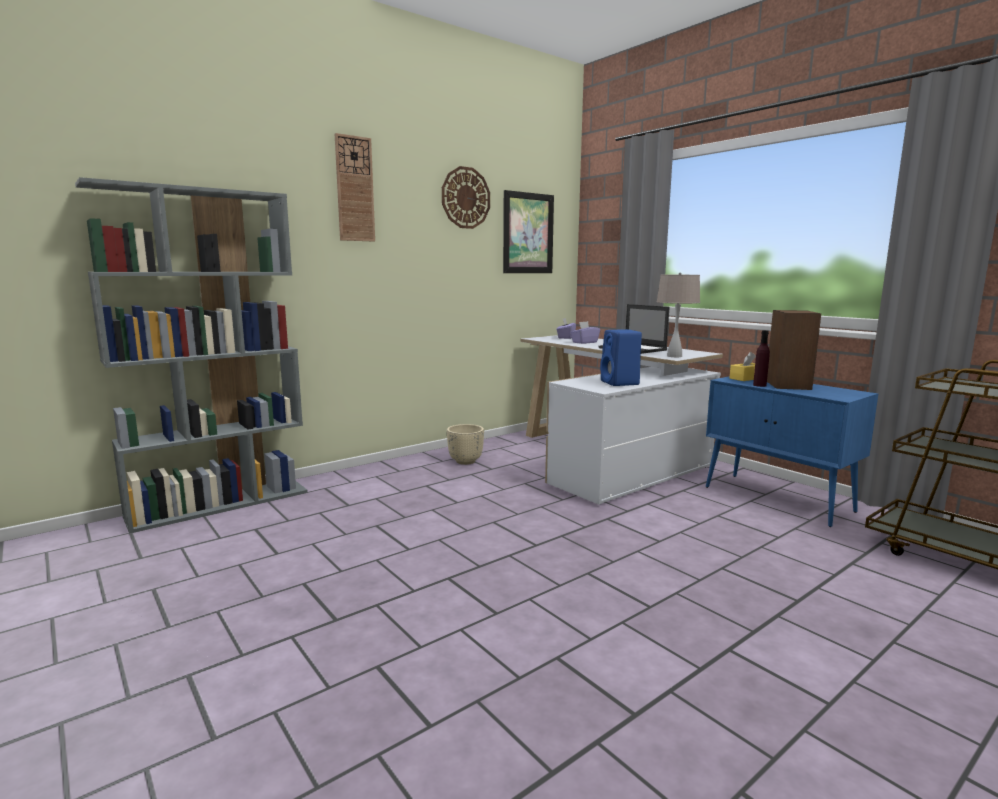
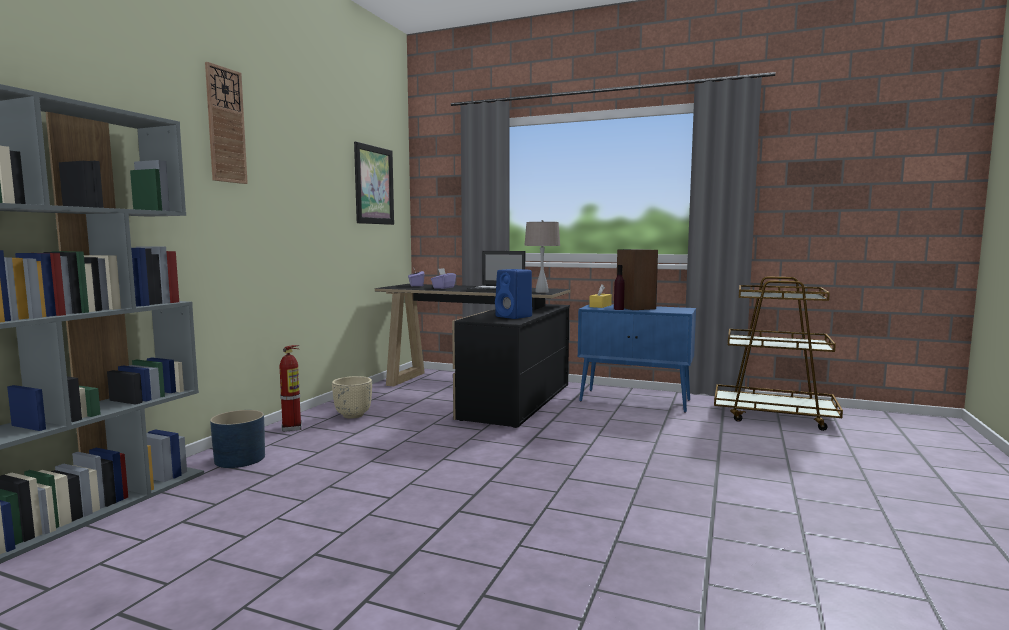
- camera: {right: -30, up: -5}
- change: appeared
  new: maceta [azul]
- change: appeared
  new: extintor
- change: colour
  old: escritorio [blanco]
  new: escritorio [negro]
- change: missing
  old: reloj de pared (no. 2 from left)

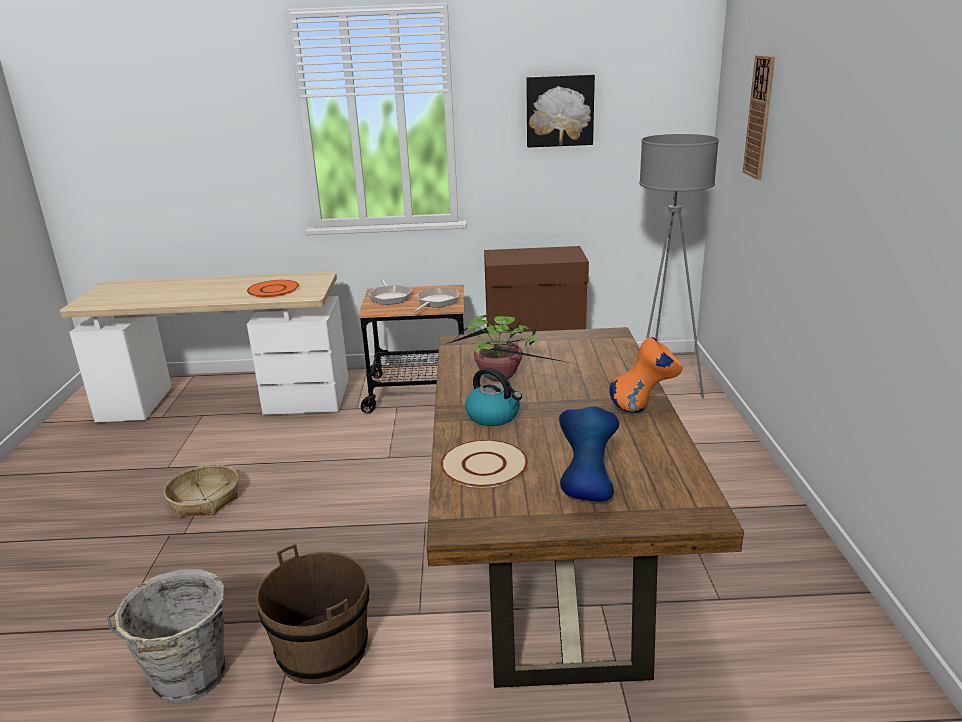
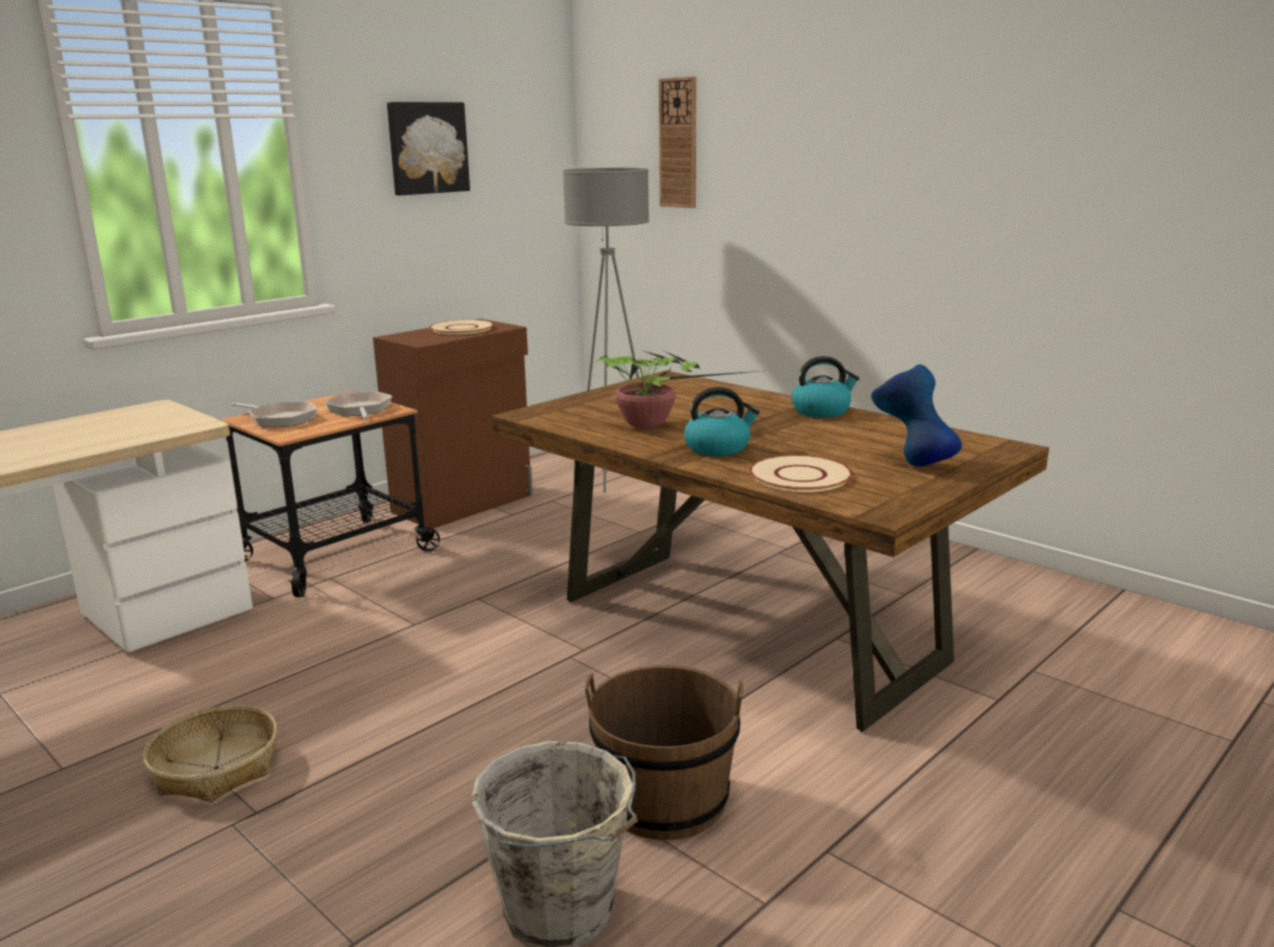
- camera: {right: -45, up: -5}
- change: appeared
  new: plato [beis] (no. 1 from left)
- change: exchanged
  old: florero [naranja]
  new: hervidor (no. 2 from left)
- change: missing
  old: plato [naranja]

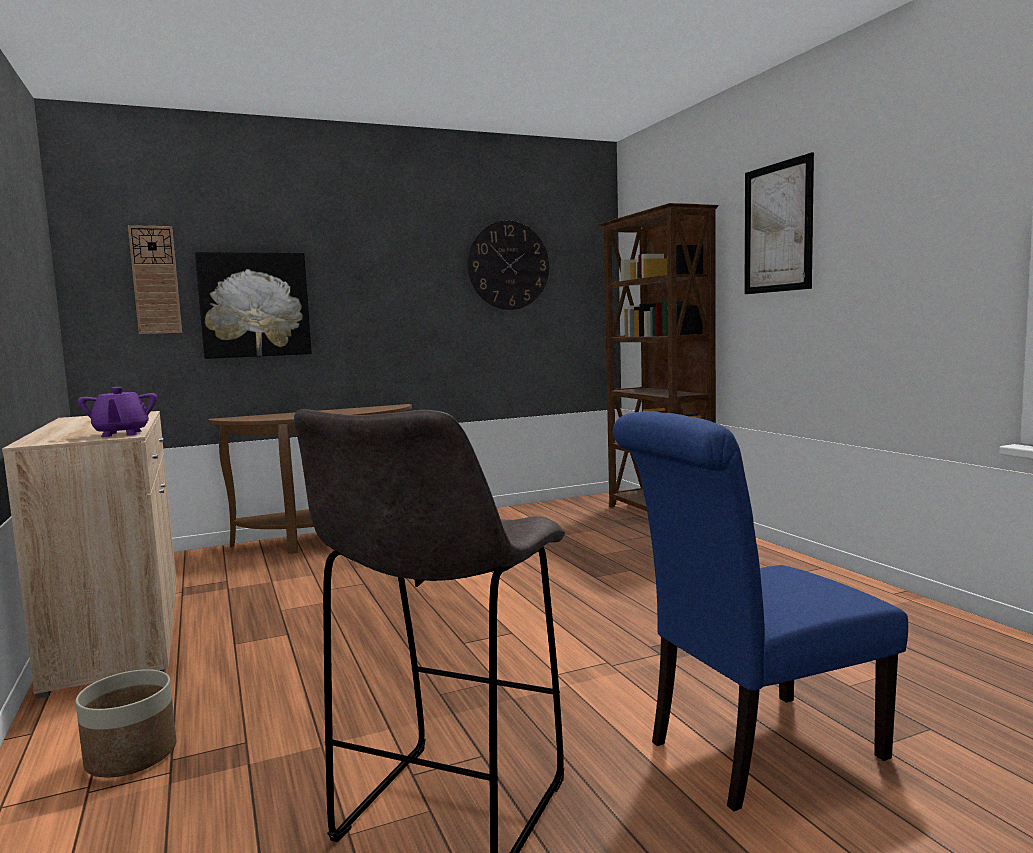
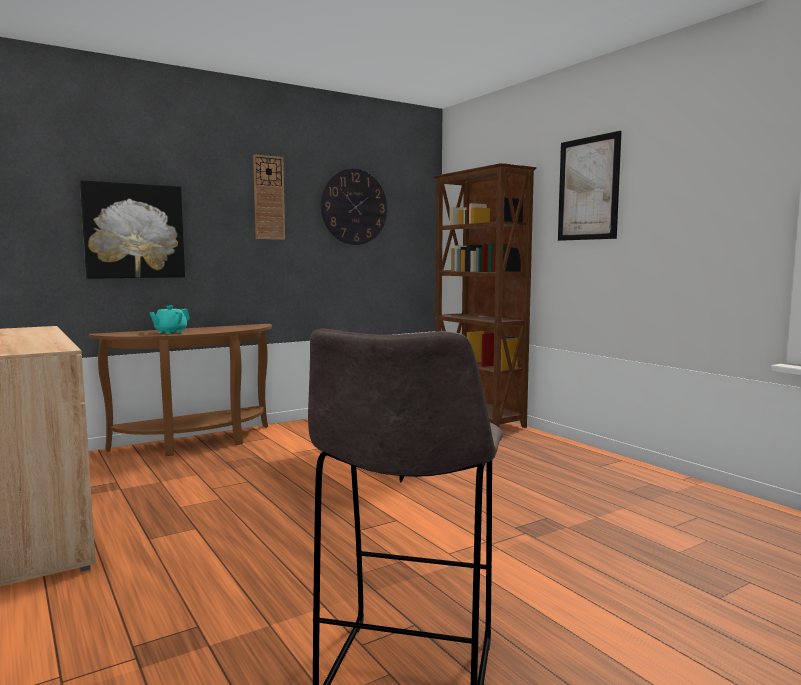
- camera: {right: -10, up: 0}
- change: appeared
  new: tetera [turquesa]
- change: relocated
  old: reloj de pared (no. 1 from left)
- change: missing
  old: maceta
- change: missing
  old: tetera [morado]
- change: missing
  old: silla [azul]

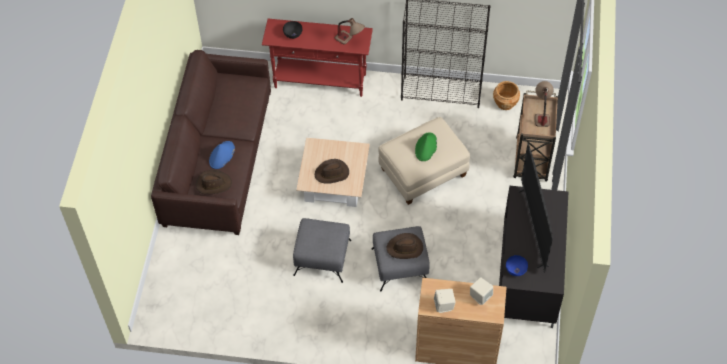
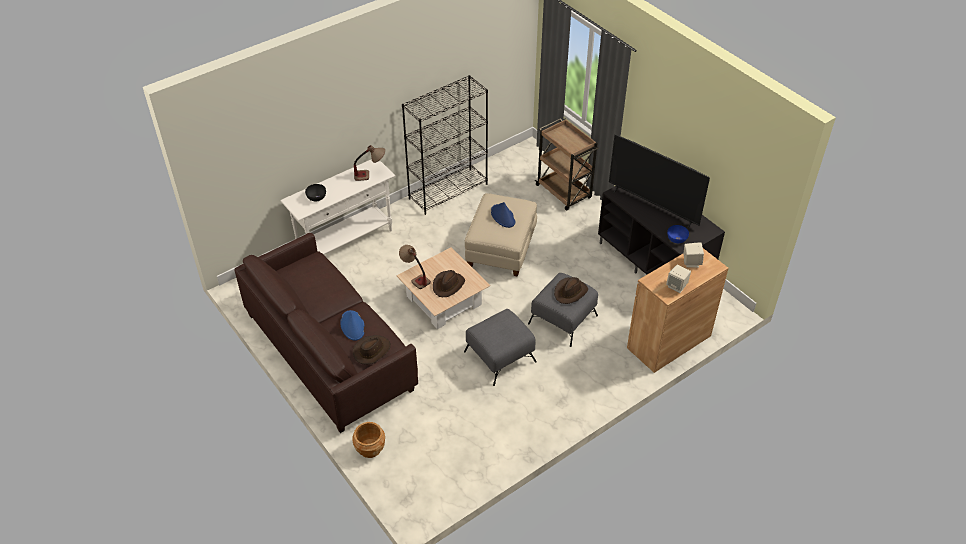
- camera: {right: -45, up: -10}
- change: colour
  old: mesa consola [rojo]
  new: mesa consola [blanco]
- change: relocated
  old: maceta [marrón]
- change: relocated
  old: lámpara de mesa (no. 2 from left)
- change: colour
  old: sombrero [verde]
  new: sombrero [azul] (no. 2 from left)

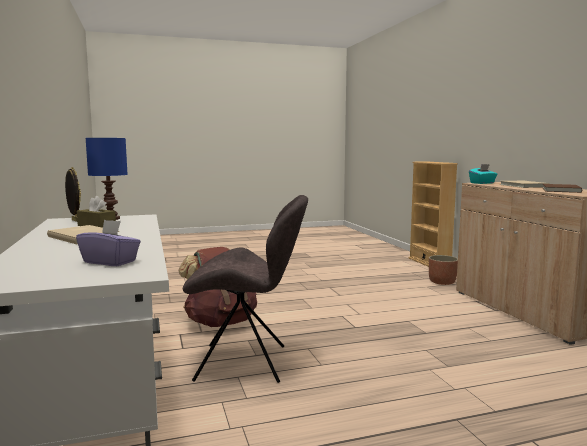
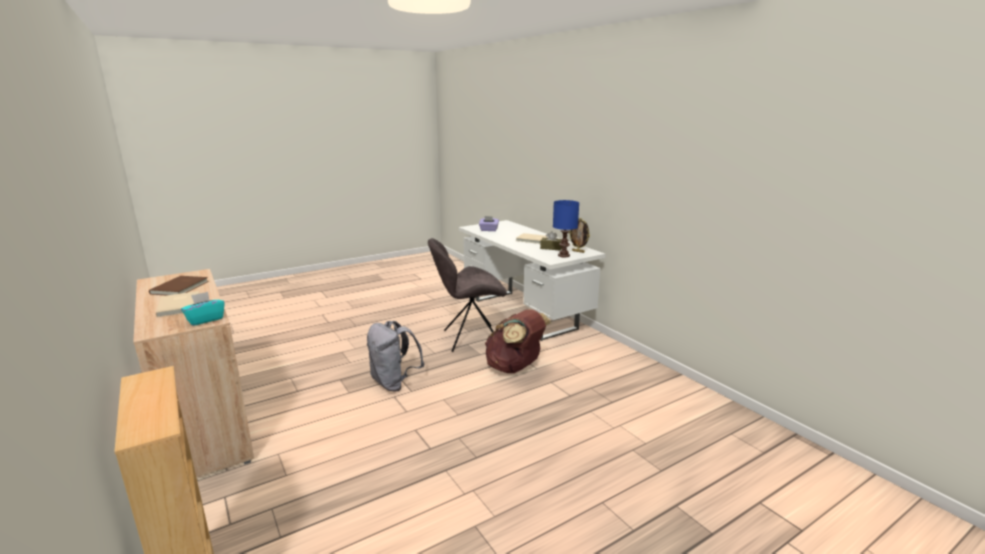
- camera: {right: 165, up: 10}
- change: appeared
  new: mochila [gris]
- change: missing
  old: maceta

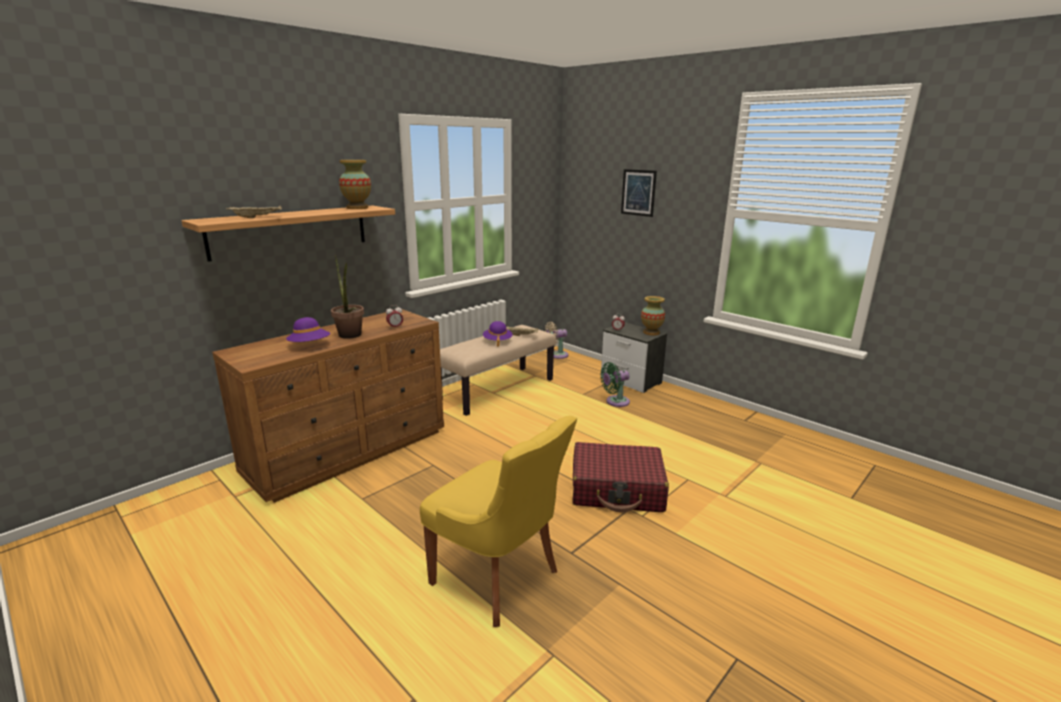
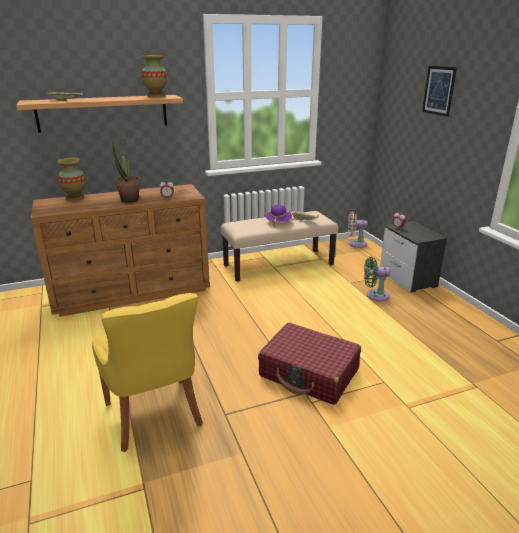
- camera: {right: 25, up: 5}
- change: relocated
  old: florero (no. 2 from left in the first image)
  new: florero (no. 1 from left)
- change: missing
  old: sombrero [morado] (no. 1 from left)

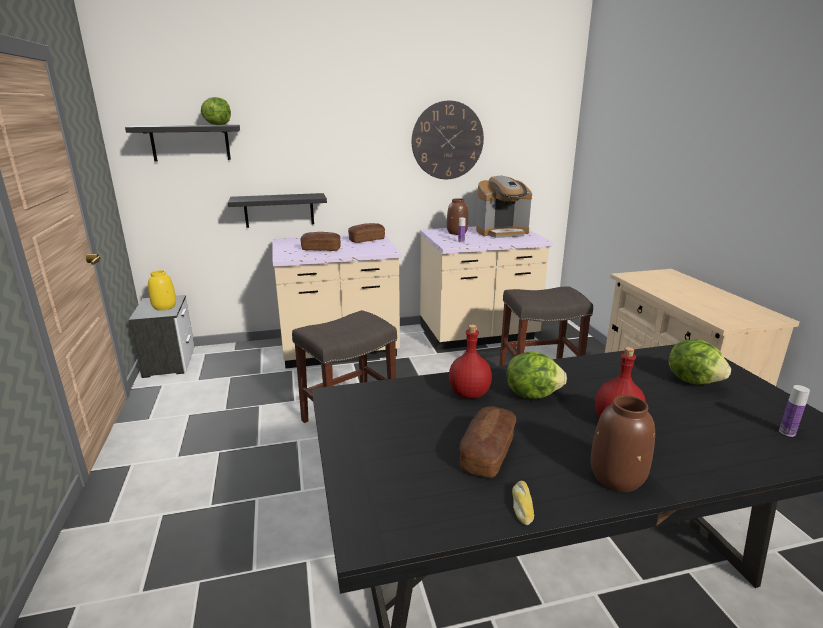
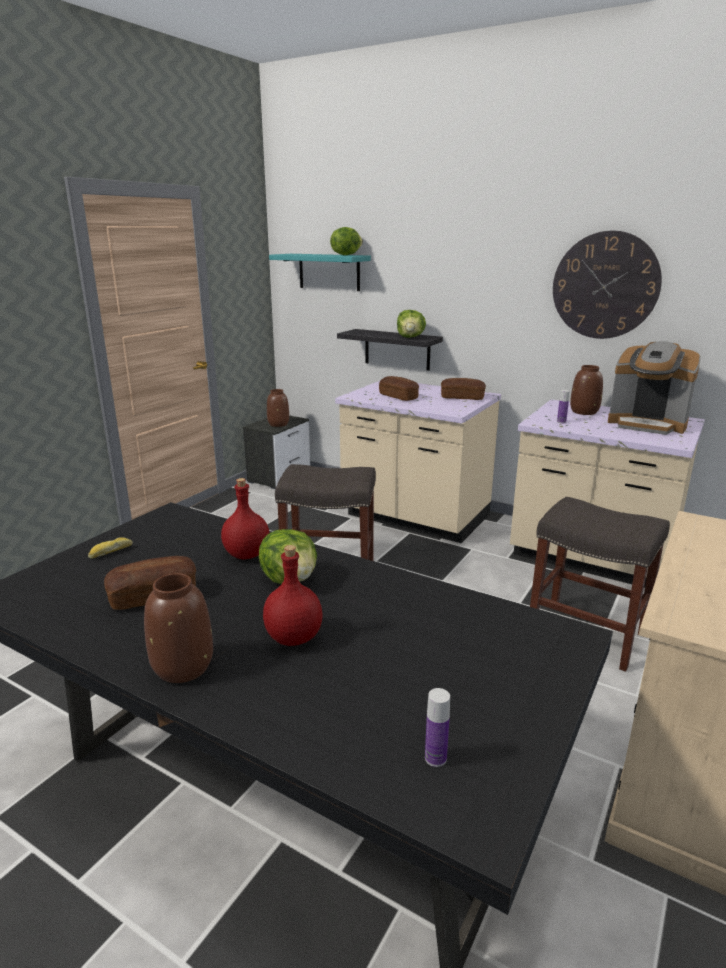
- camera: {right: 45, up: 0}
- change: relocated
  old: pan (no. 4 from left in the first image)
  new: pan (no. 1 from left)
- change: colour
  old: florero [amarillo]
  new: florero [marrón] (no. 2 from left)
- change: colour
  old: estante [negro] (no. 1 from left)
  new: estante [turquesa]
- change: relocated
  old: lechuga (no. 3 from left)

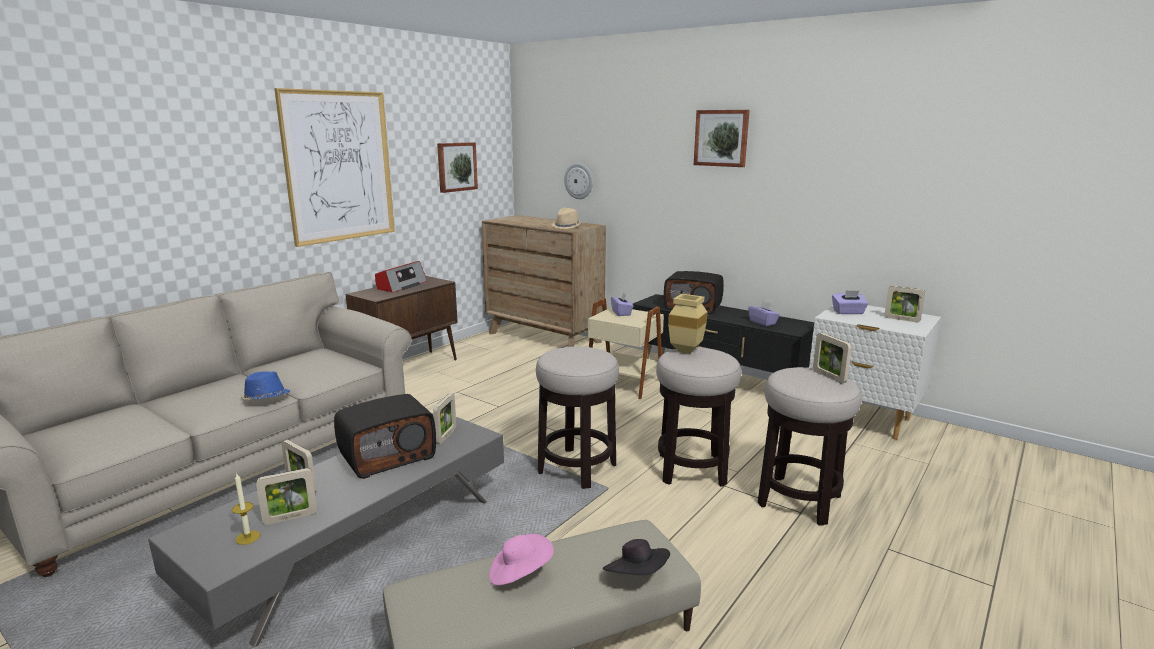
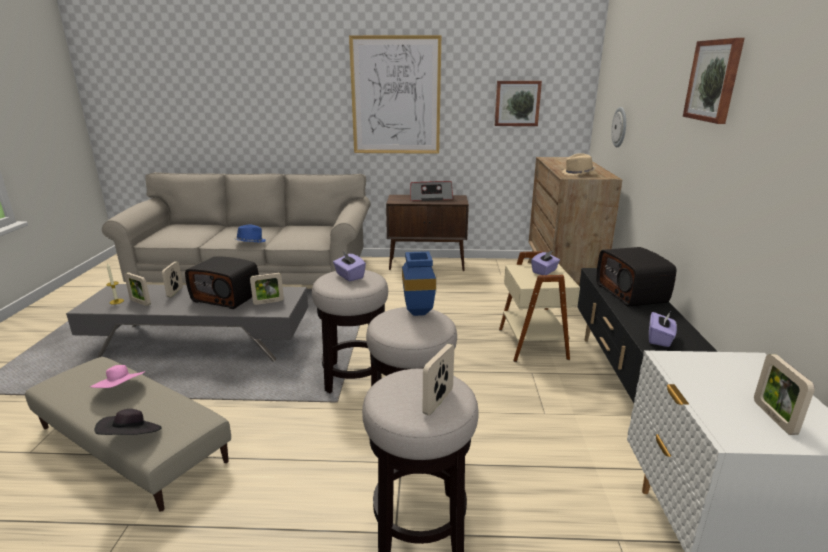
- camera: {right: 55, up: 5}
- change: relocated
  old: caja de pañuelos [morado] (no. 3 from left in the first image)
  new: caja de pañuelos [morado] (no. 1 from left)
- change: colour
  old: florero [beis]
  new: florero [azul]

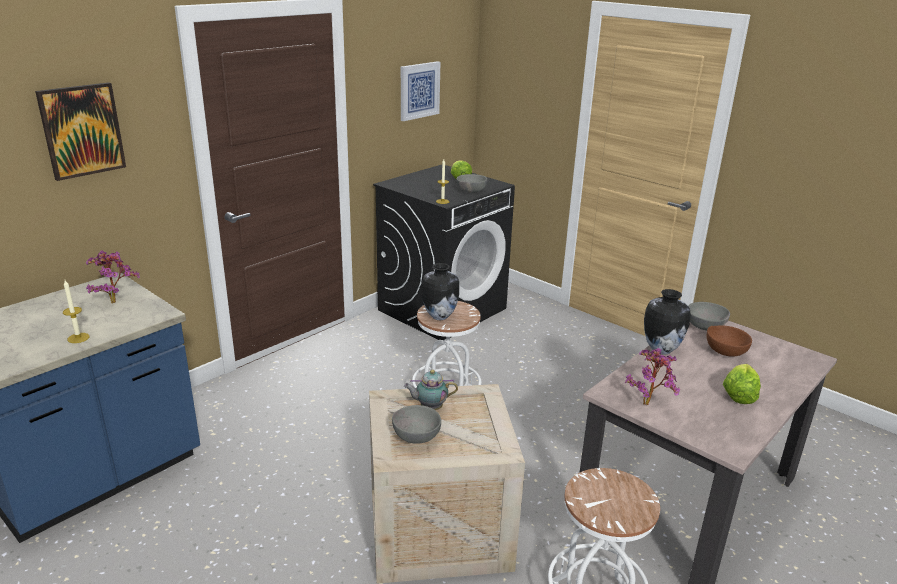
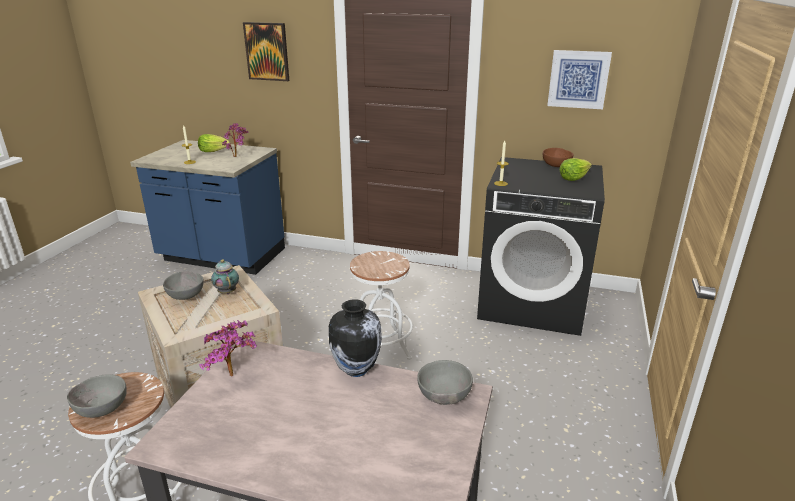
- camera: {right: 65, up: 0}
- change: relocated
  old: cuenco [gris] (no. 2 from left in the first image)
  new: cuenco [gris] (no. 1 from left)
- change: relocated
  old: lechuga (no. 2 from left in the first image)
  new: lechuga (no. 1 from left)
- change: relocated
  old: cuenco [marrón]
- change: missing
  old: florero (no. 1 from left)

